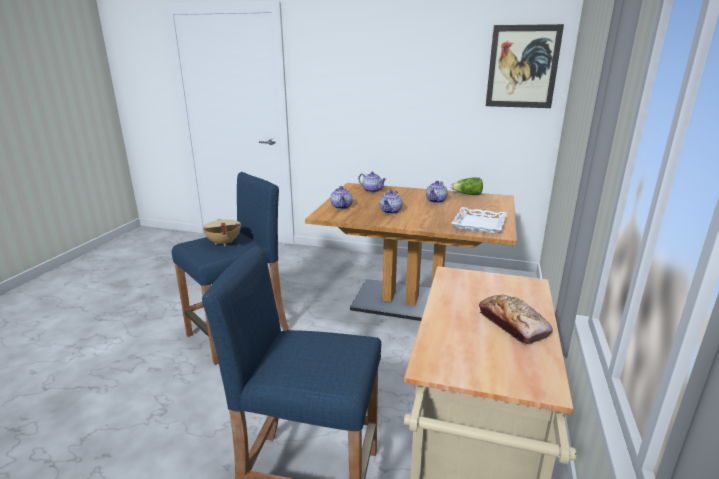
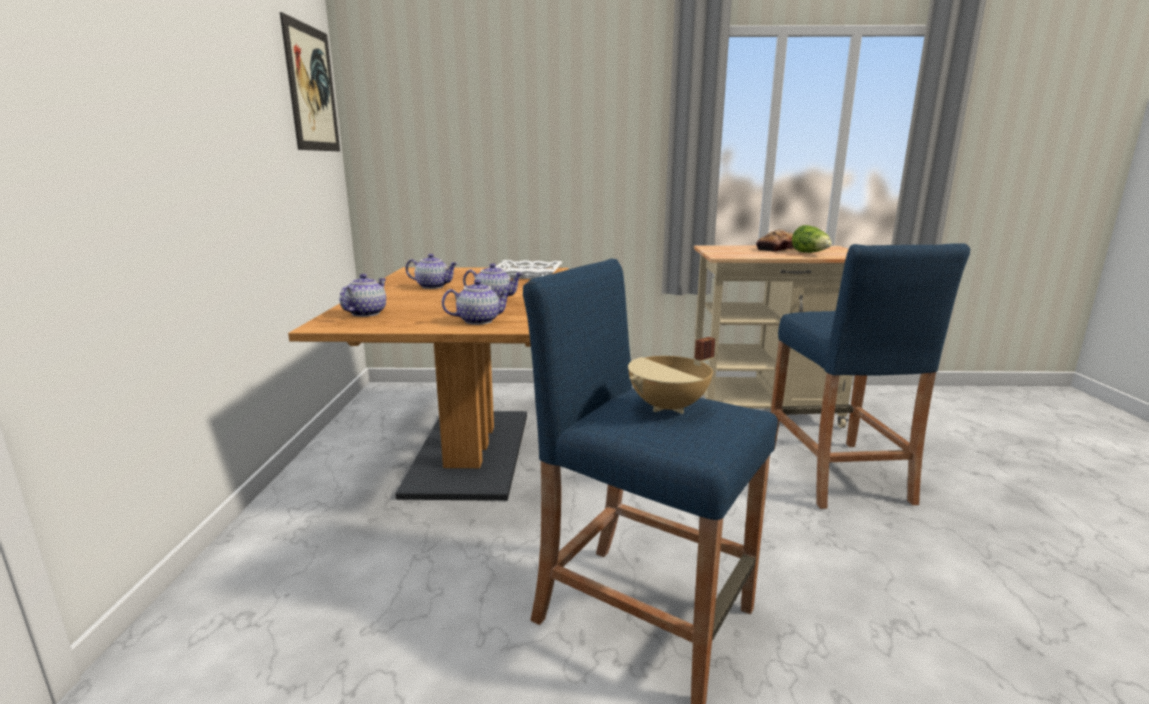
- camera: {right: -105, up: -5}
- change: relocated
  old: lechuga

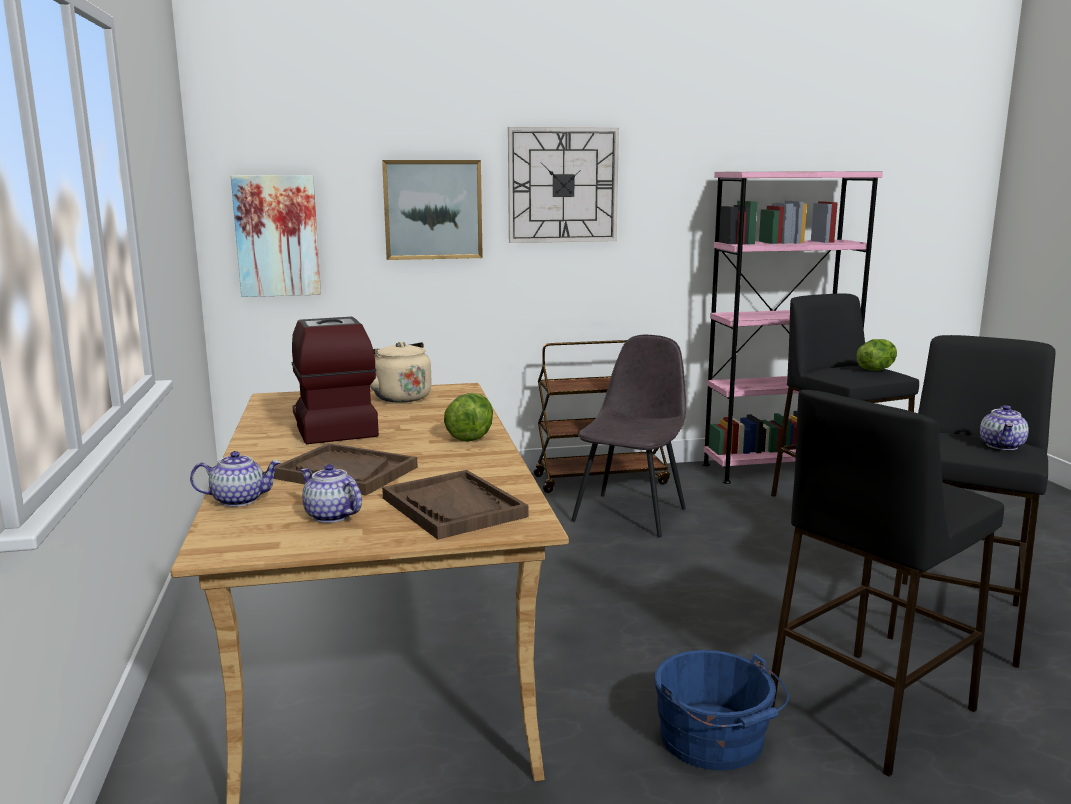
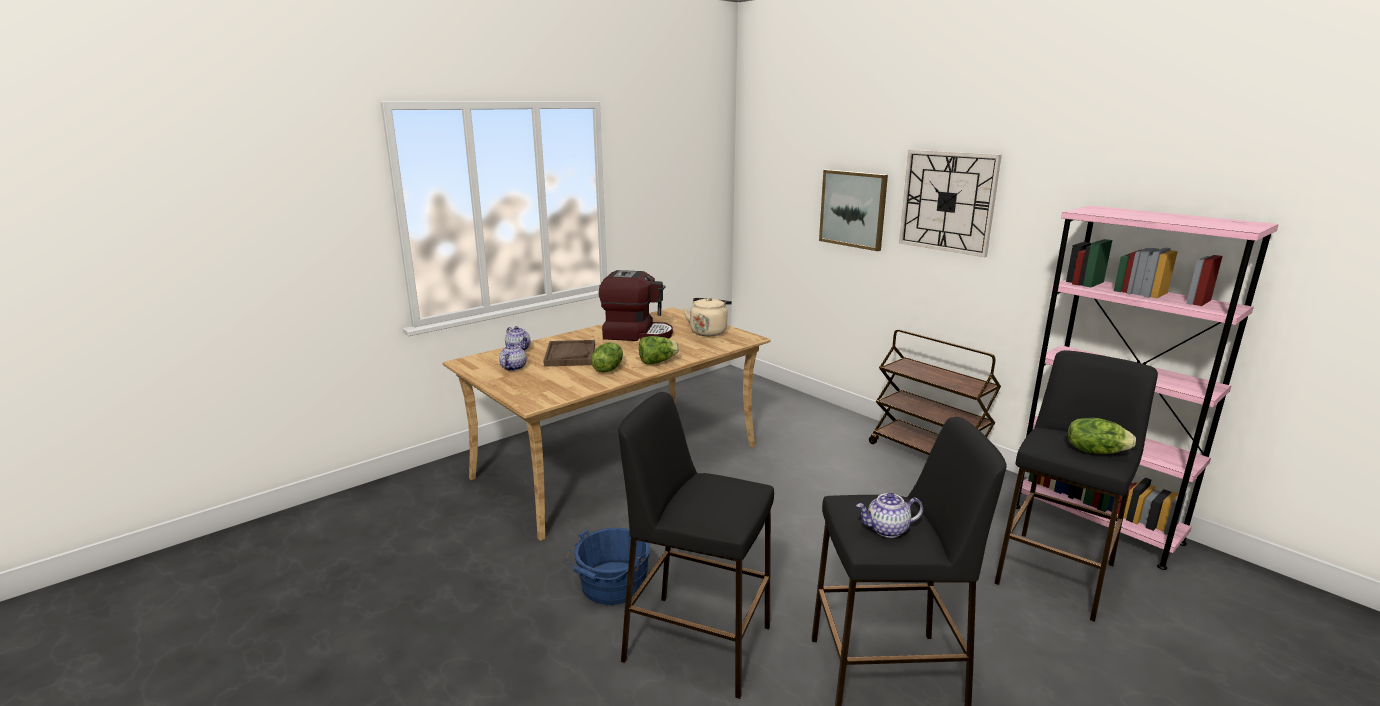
- camera: {right: 60, up: 5}
- change: appeared
  new: lechuga (no. 1 from left)
- change: spun
  old: cafetera
  degrees: 60
- change: missing
  old: cuadro (no. 1 from left)
- change: missing
  old: bandeja [marrón] (no. 2 from left)
- change: missing
  old: silla [gris]

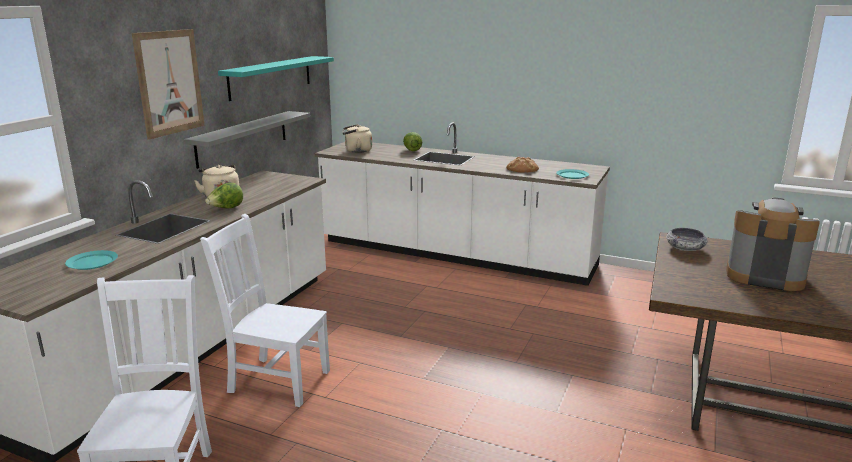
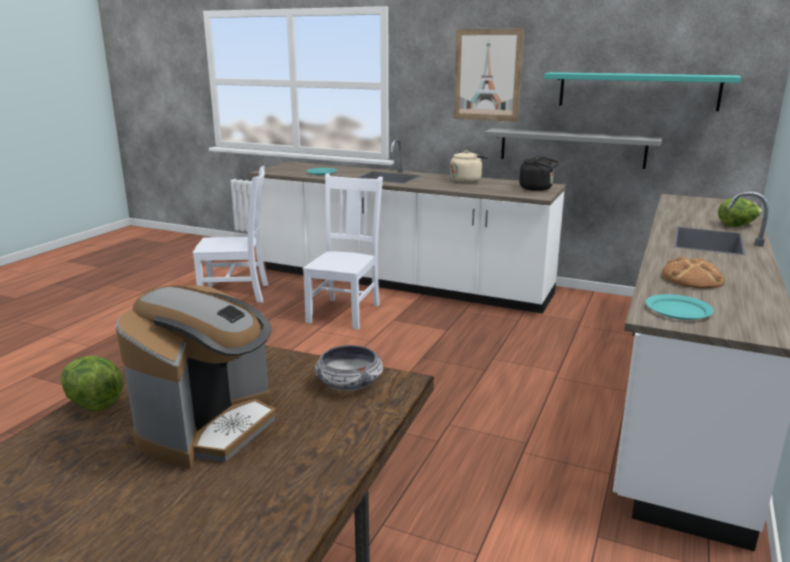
- camera: {right: 90, up: 0}
- change: relocated
  old: lechuga (no. 1 from left)
- change: appeared
  new: hervidor [negro]
- change: missing
  old: hervidor [beis] (no. 2 from left)

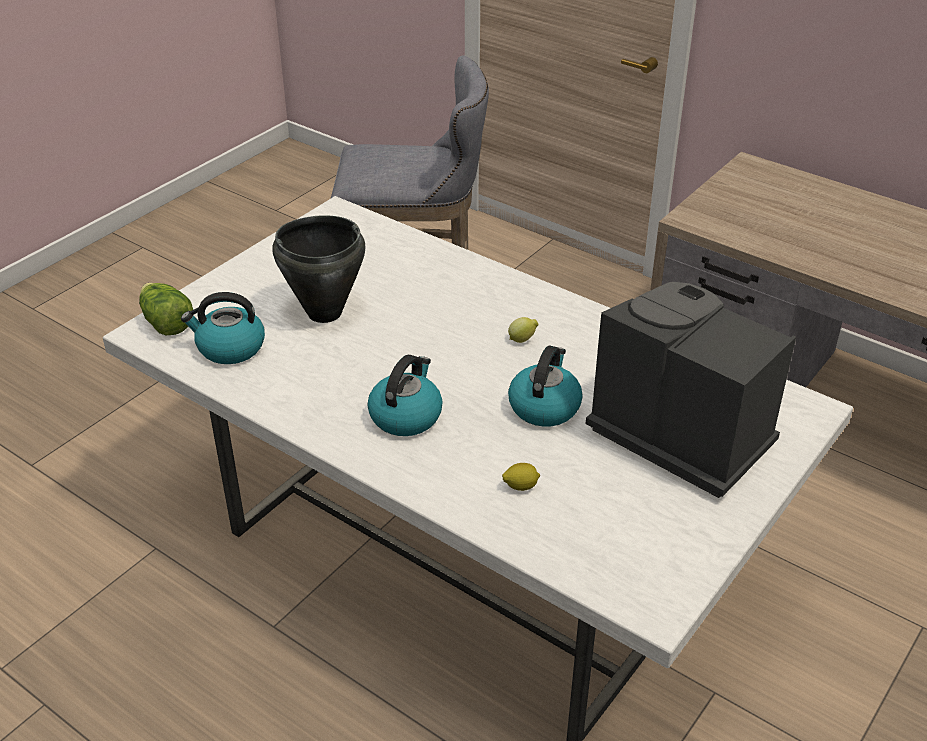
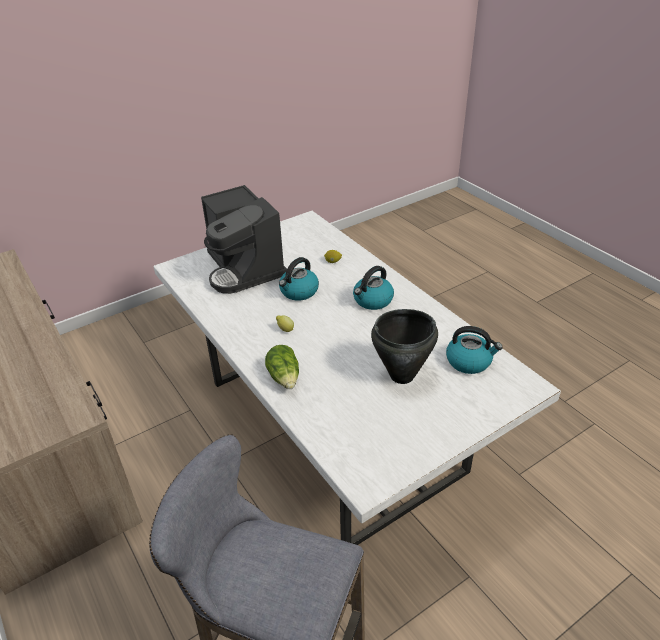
- camera: {right: -160, up: 0}
- change: relocated
  old: lechuga

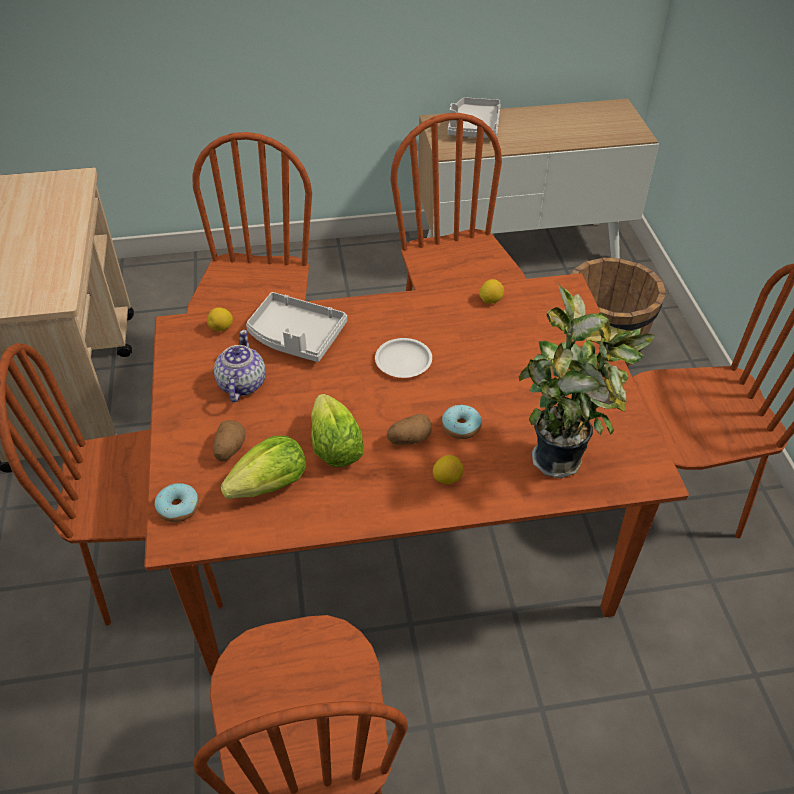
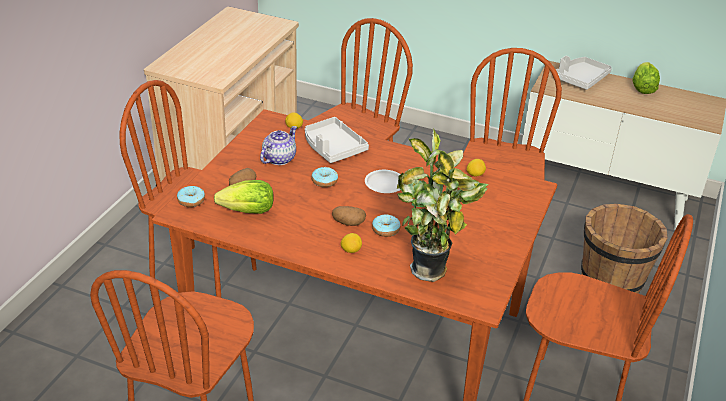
- camera: {right: 30, up: -10}
- change: appeared
  new: rosquilla (no. 2 from left)
- change: relocated
  old: lechuga (no. 2 from left)

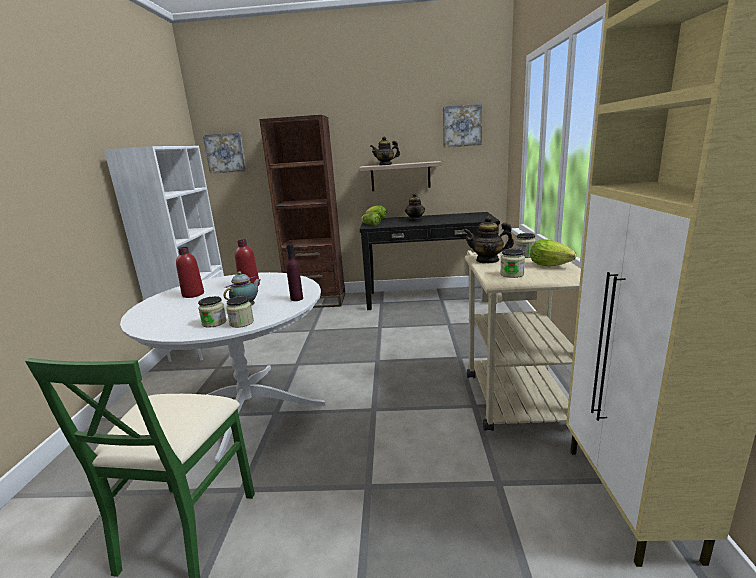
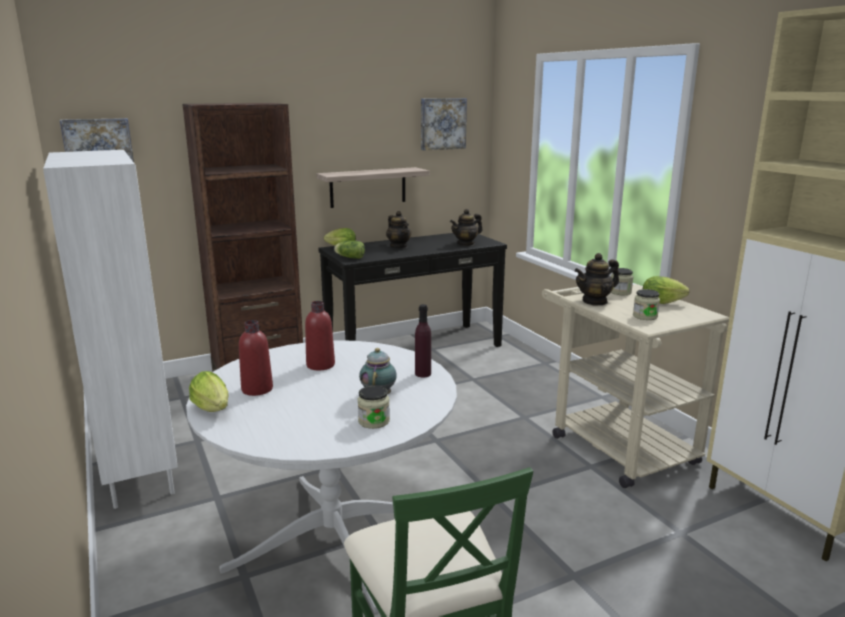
- camera: {right: -30, up: 0}
- change: appeared
  new: lechuga (no. 1 from left)
- change: relocated
  old: tetera (no. 2 from left in the first image)
  new: tetera (no. 3 from left)
- change: missing
  old: tarro (no. 2 from left)

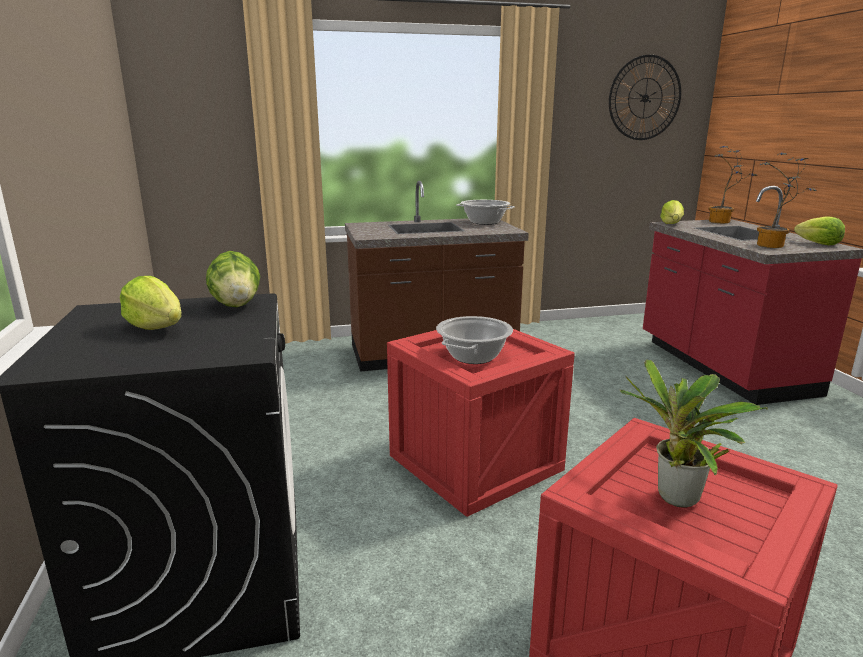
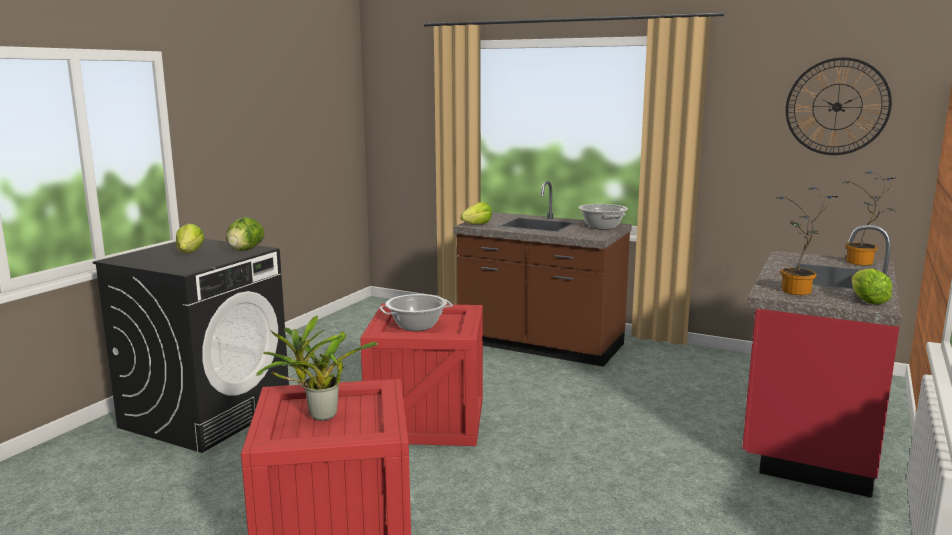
- camera: {right: 40, up: -5}
- change: relocated
  old: lechuga (no. 3 from left)

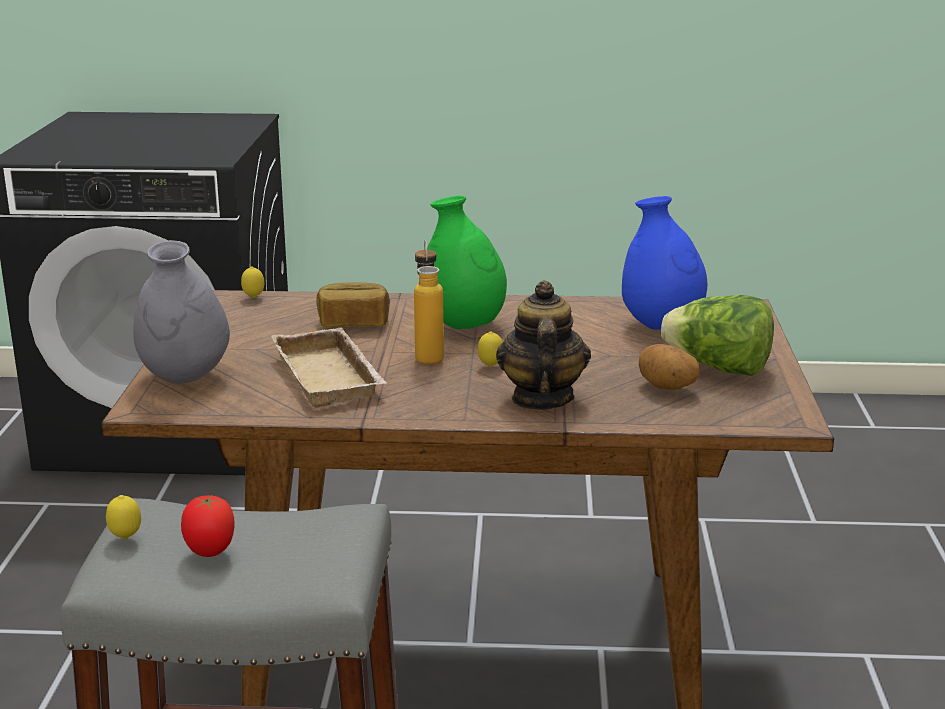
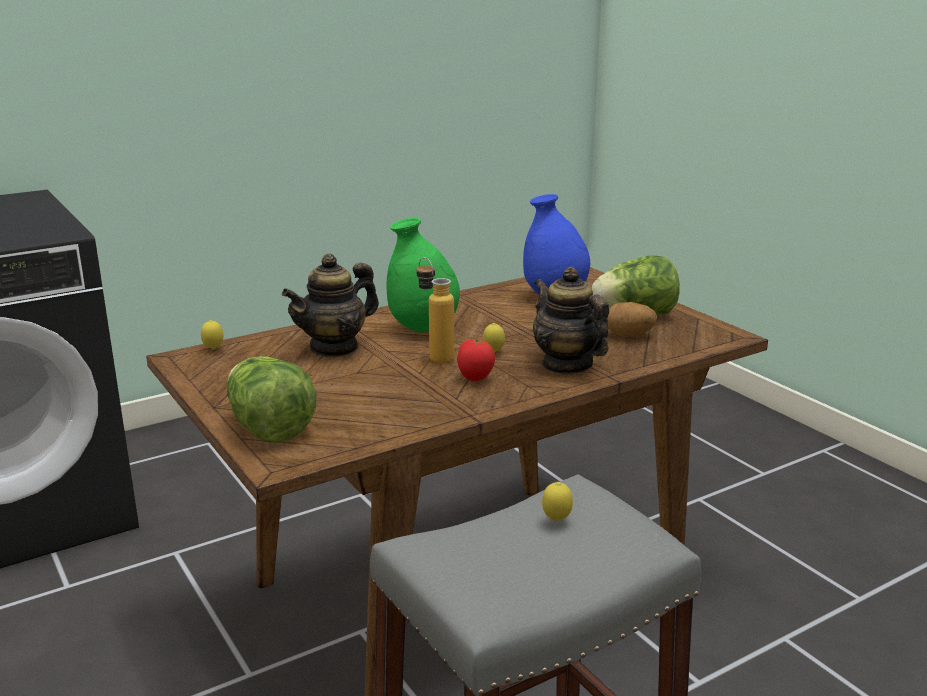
- camera: {right: -35, up: 0}
- change: exchanged
  old: florero [gris]
  new: lechuga (no. 1 from left)
- change: exchanged
  old: pan
  new: tetera (no. 1 from left)
- change: relocated
  old: tomate
- change: relocated
  old: limón (no. 1 from left in the first image)
  new: limón (no. 3 from left)
- change: missing
  old: bandeja [beis]

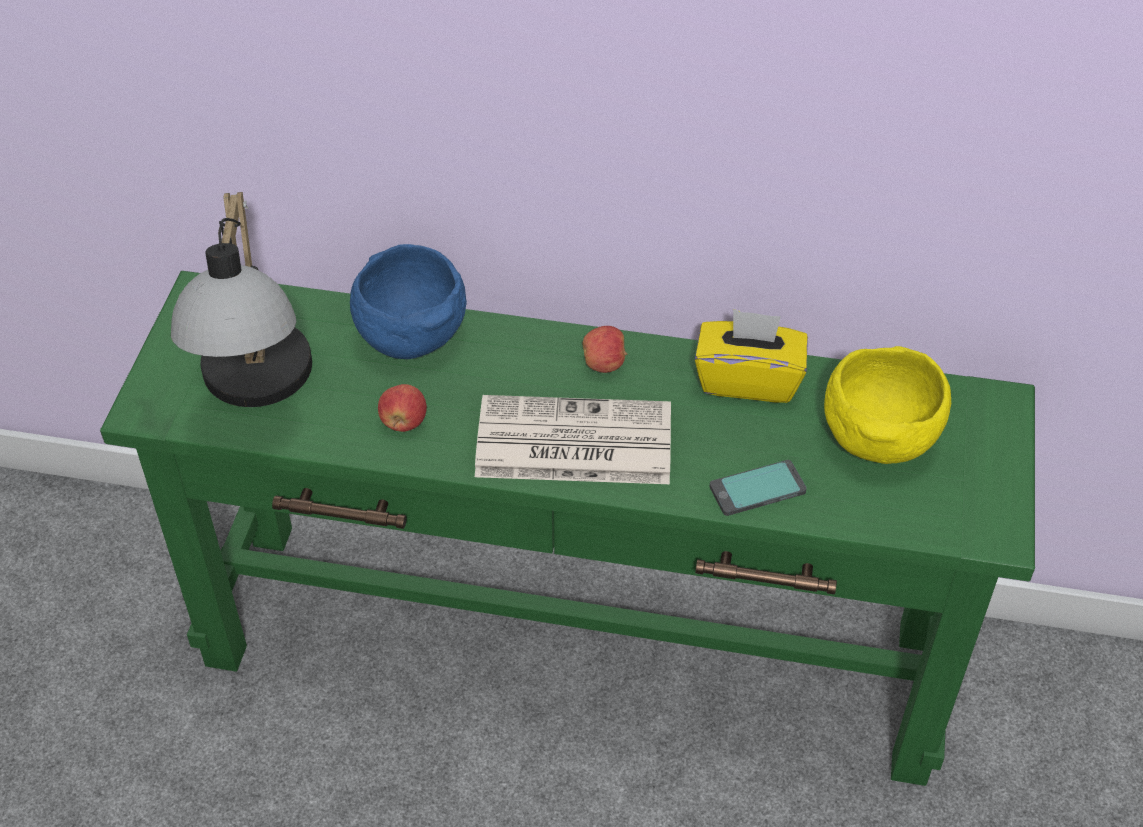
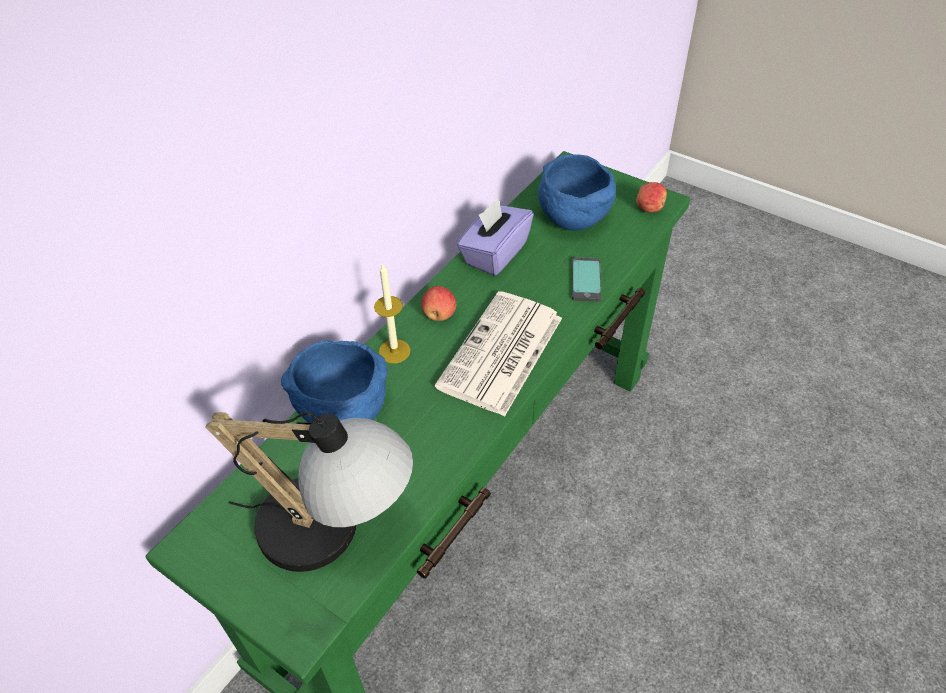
- camera: {right: -65, up: 0}
- change: appeared
  new: vela
- change: colour
  old: caja de pañuelos [amarillo]
  new: caja de pañuelos [morado]
- change: colour
  old: cuenco [amarillo]
  new: cuenco [azul] (no. 2 from left)
- change: relocated
  old: manzana (no. 1 from left in the first image)
  new: manzana (no. 2 from left)

